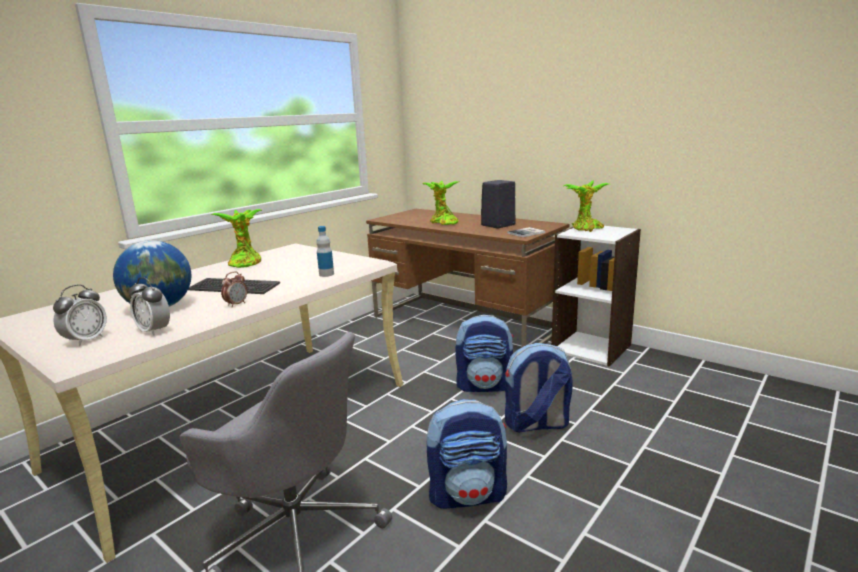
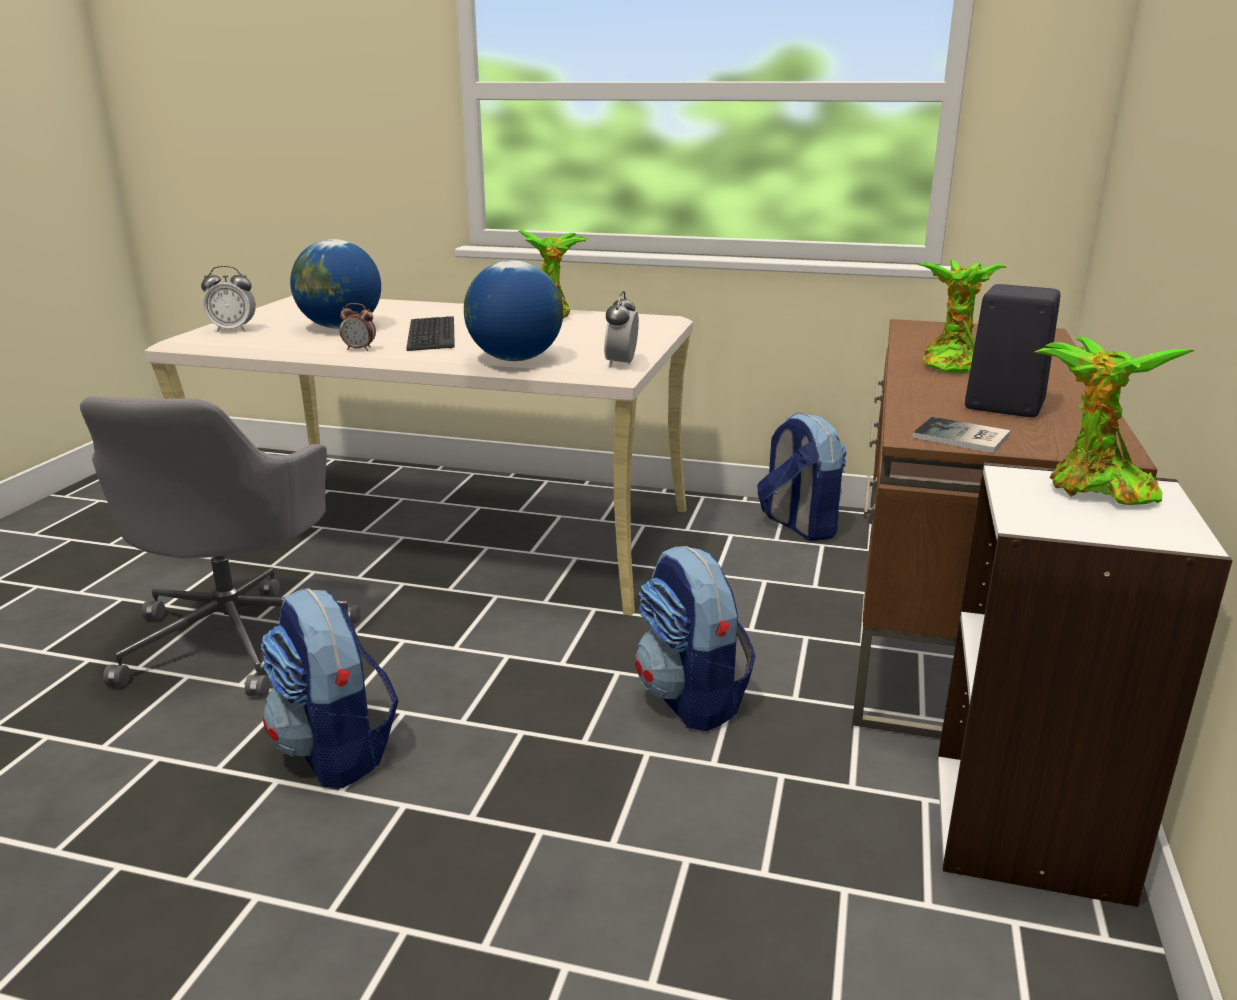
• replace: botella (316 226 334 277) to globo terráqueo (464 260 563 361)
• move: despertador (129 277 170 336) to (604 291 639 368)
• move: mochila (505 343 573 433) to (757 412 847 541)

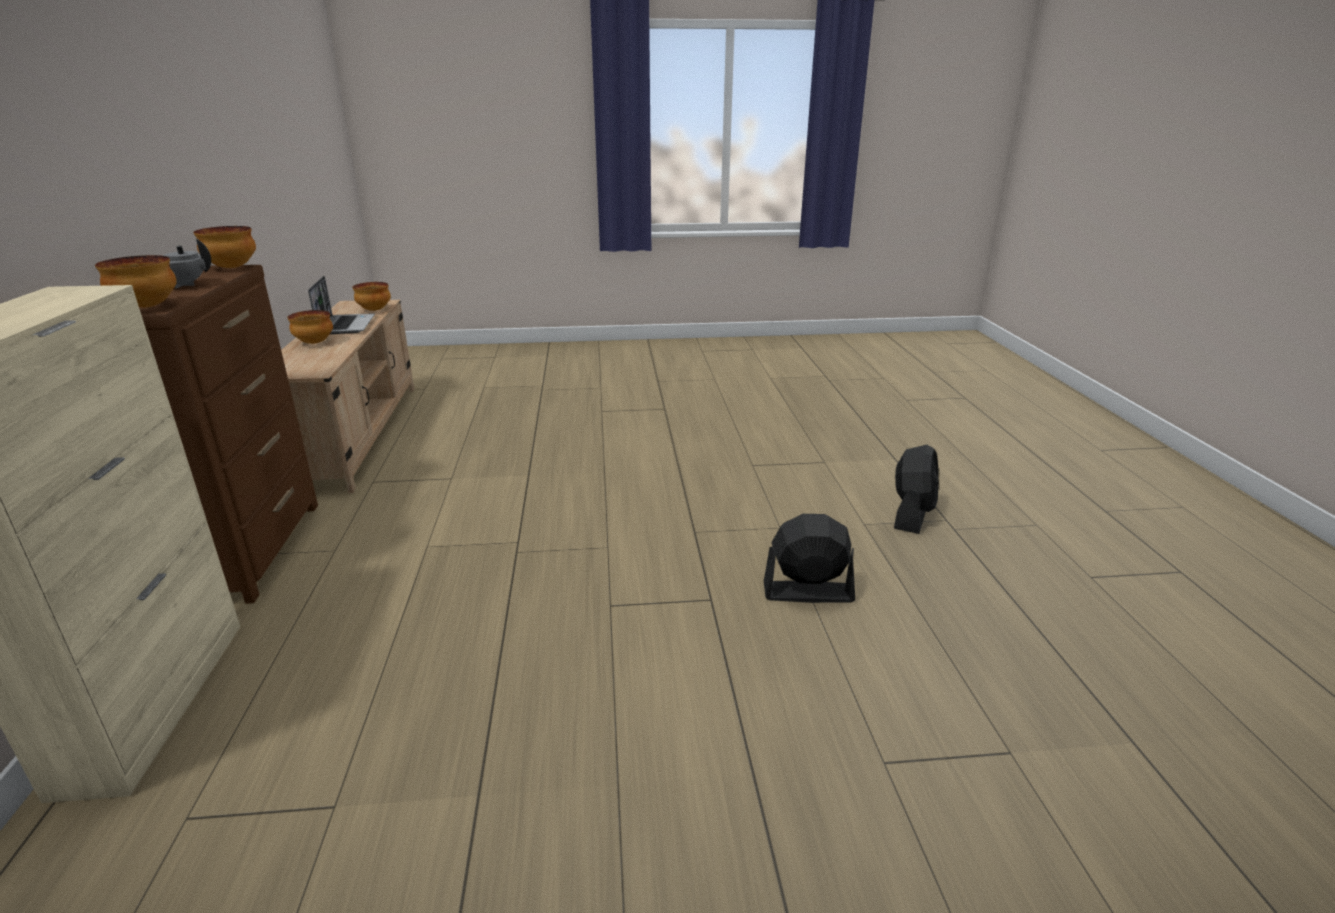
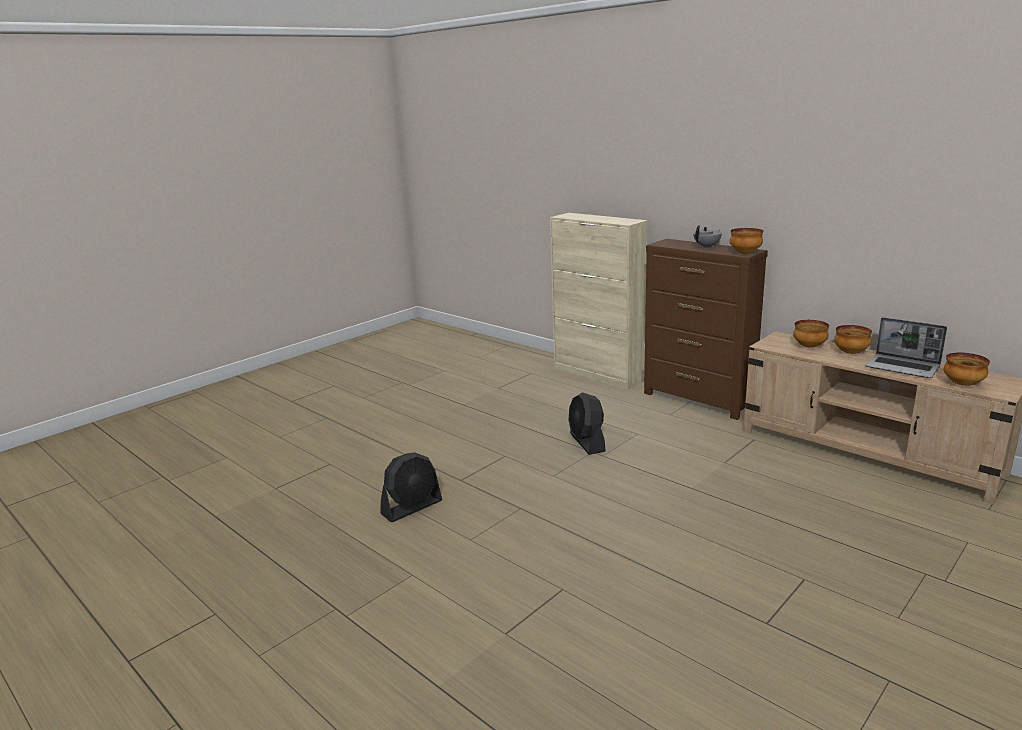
• move: cuenco (95 255 177 308) to (793 320 829 348)
• move: ventilador/negro (894 445 939 534) to (569 393 605 455)

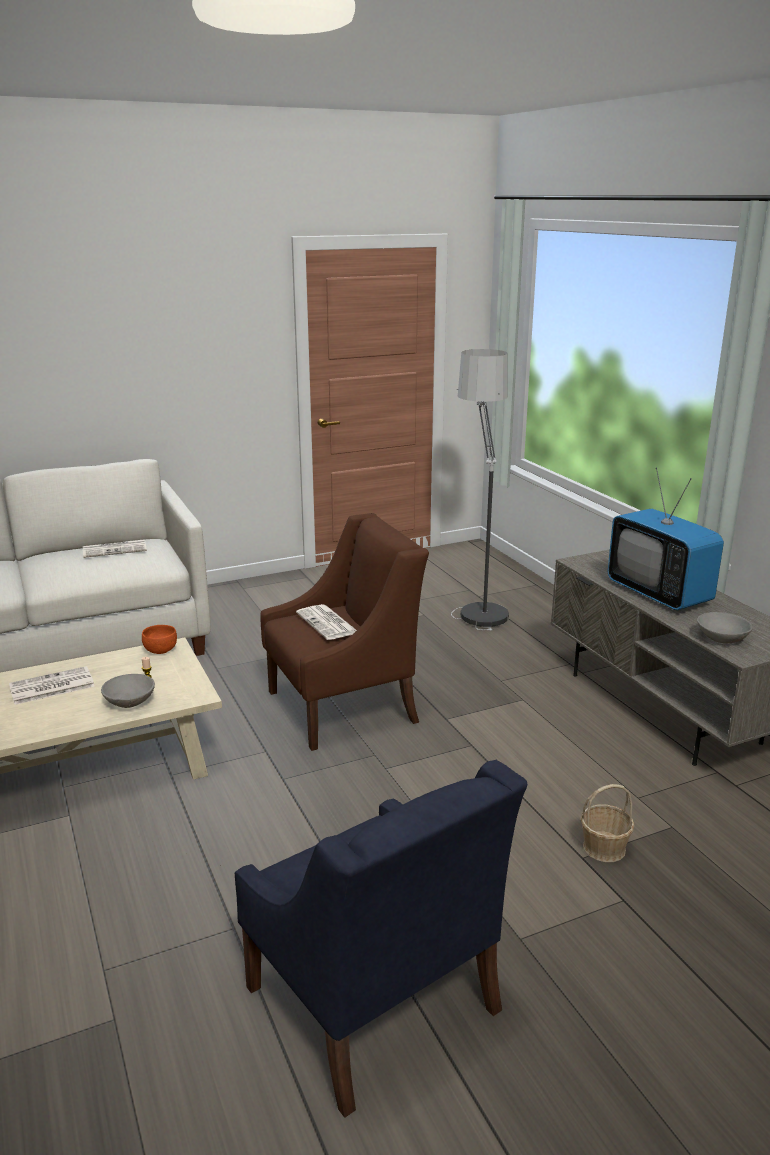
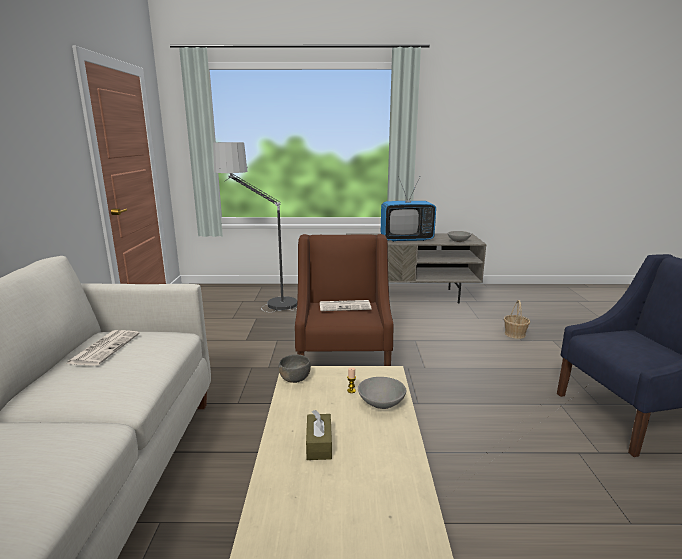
• recolor: cuenco/naranja (142 625 177 654) to cuenco/gris (278 355 311 383)
• replace: periódico (9 666 95 705) to caja de pañuelos/marrón (306 410 332 460)

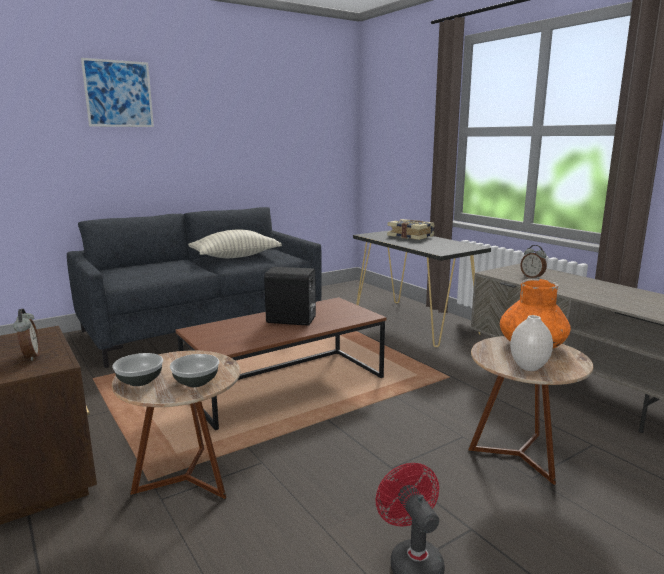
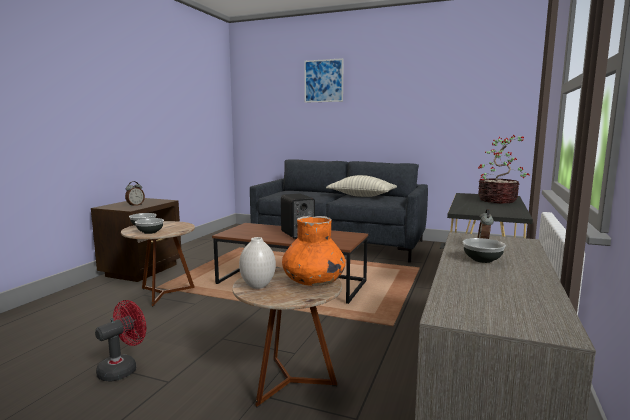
• replace: libro (387 219 435 240) to planta en maceta (478 134 530 203)
• insert: cuenco (462 238 506 263)

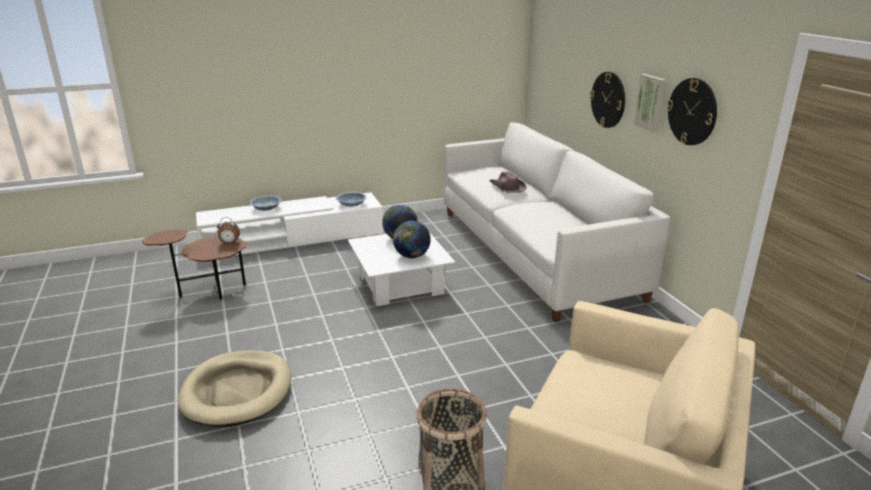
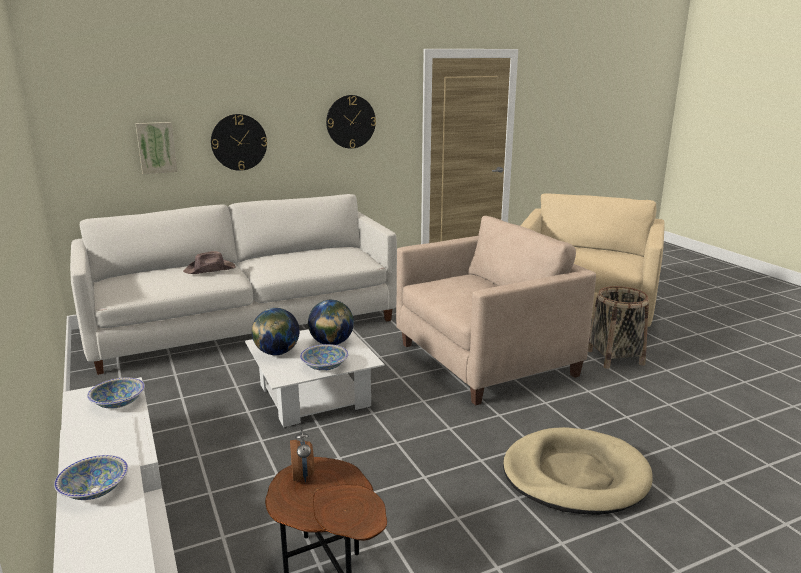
• move: cuadro (634 74 667 133) to (135 122 177 174)
• insert: sillón/beis (396 216 596 406)
• insert: cuenco (300 344 349 371)

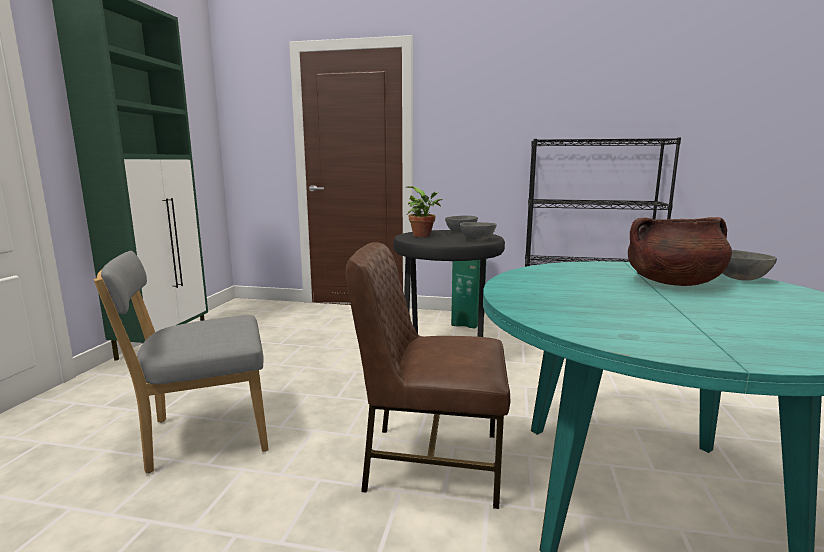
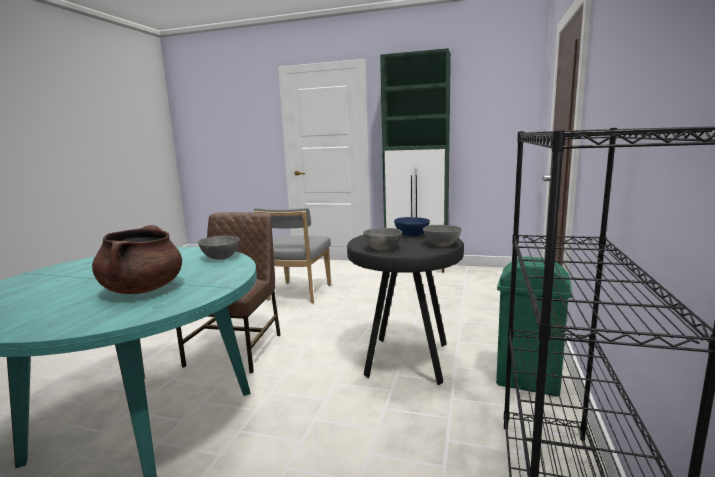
• replace: planta en maceta (406 186 443 237) to cuenco/azul (394 217 430 237)
• move: cuenco/gris (723 250 777 281) to (198 236 240 260)
• rotate: silla/gris (94 251 269 474) = (254 207 331 303) 150 degrees counterclockwise

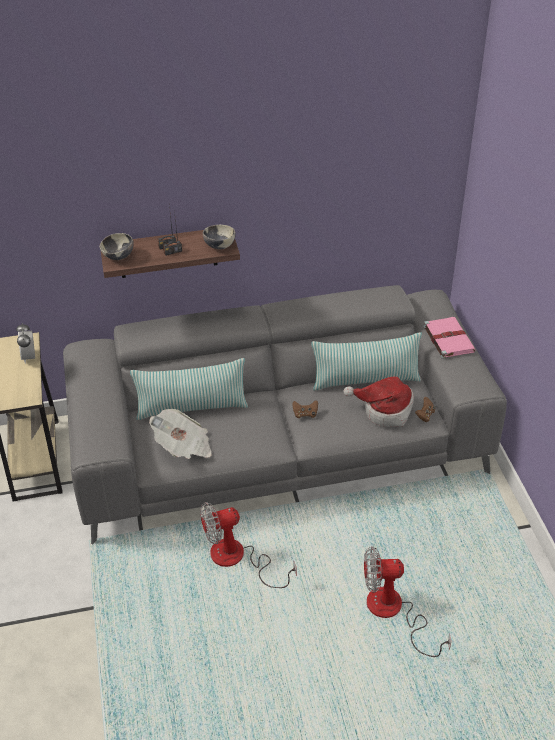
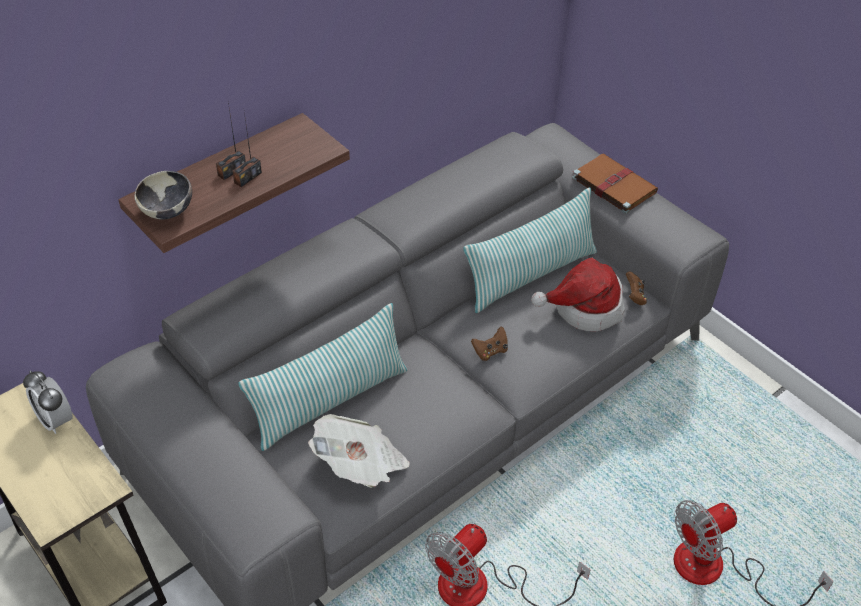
• delete: cuenco (203 225 236 250)
• recolor: libro/rosa (423 317 476 359) to libro/marrón (572 153 658 214)

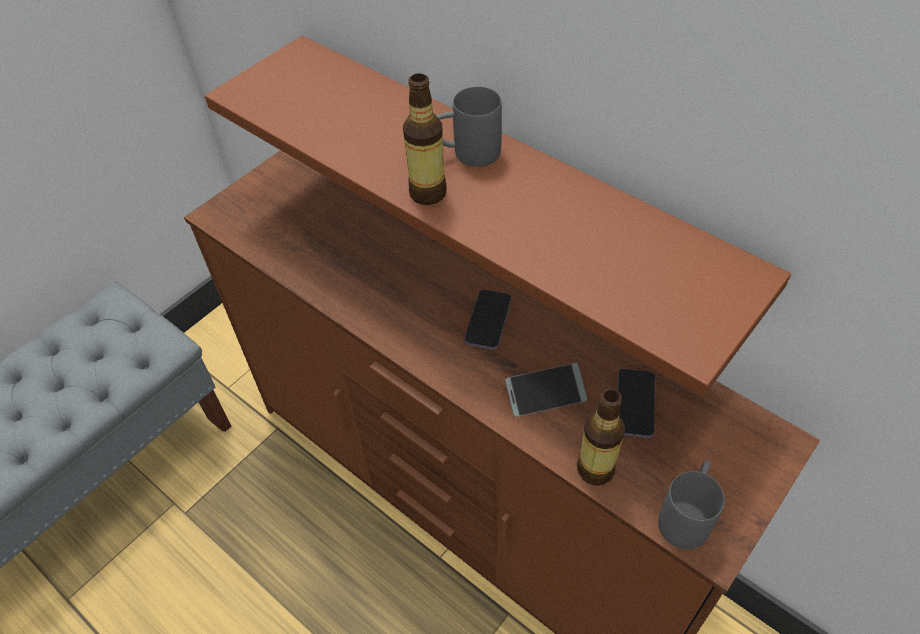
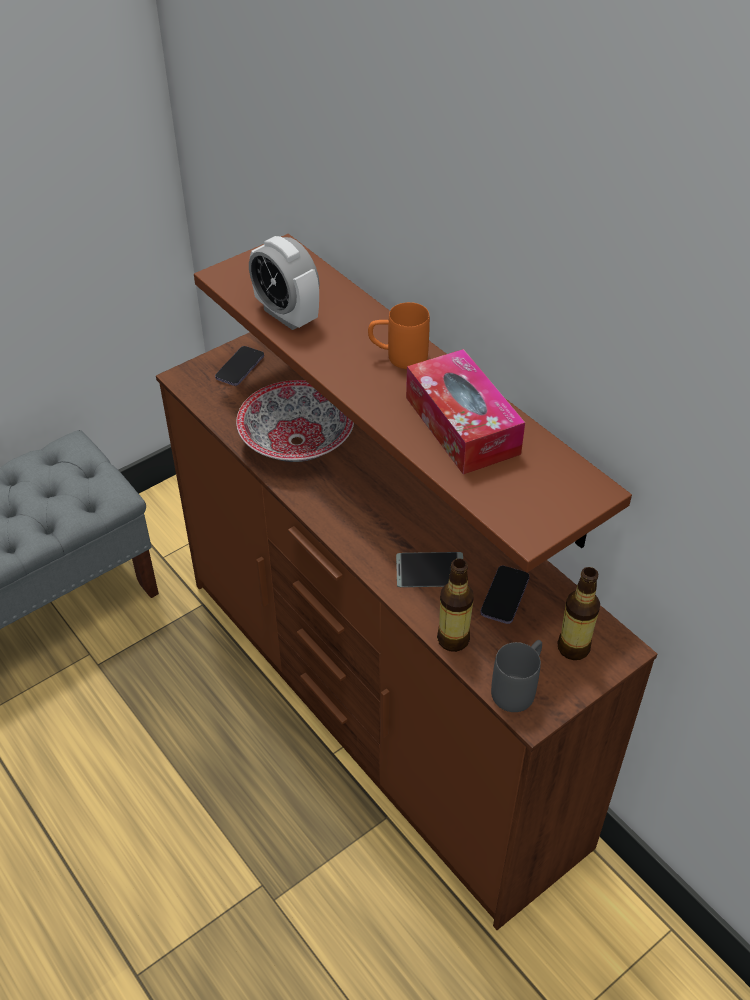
• move: botella (403 73 447 205) to (558 567 600 660)
• recolor: taza grande/gris (436 86 502 167) to taza grande/naranja (368 302 430 369)
• move: móvil (464 290 511 349) to (215 346 264 386)
• insert: despertador (249 236 320 330)
• insert: caja de pañuelos (406 349 525 474)
• insert: cuenco (236 380 354 462)

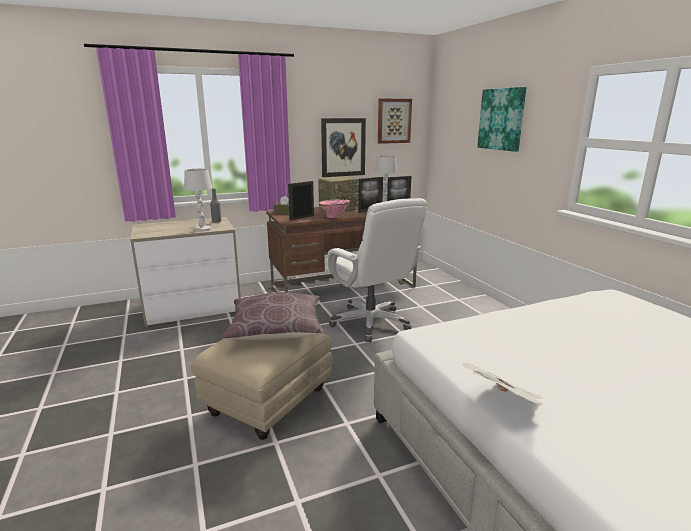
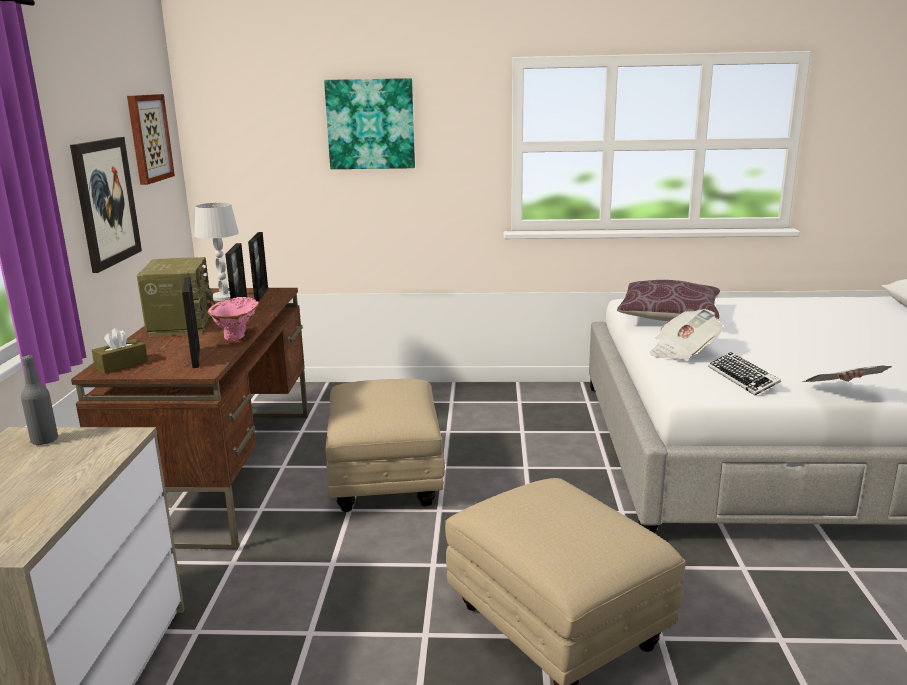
• delete: lámpara de mesa/blanco (184 169 212 232)
• replace: silla de oficina/blanco (325 198 427 342) to puf/beis (325 379 445 512)
• move: cojín/marrón (222 293 323 340) to (617 280 720 321)
• insert: periódico (650 309 723 360)
• insert: teclado (708 352 781 395)

